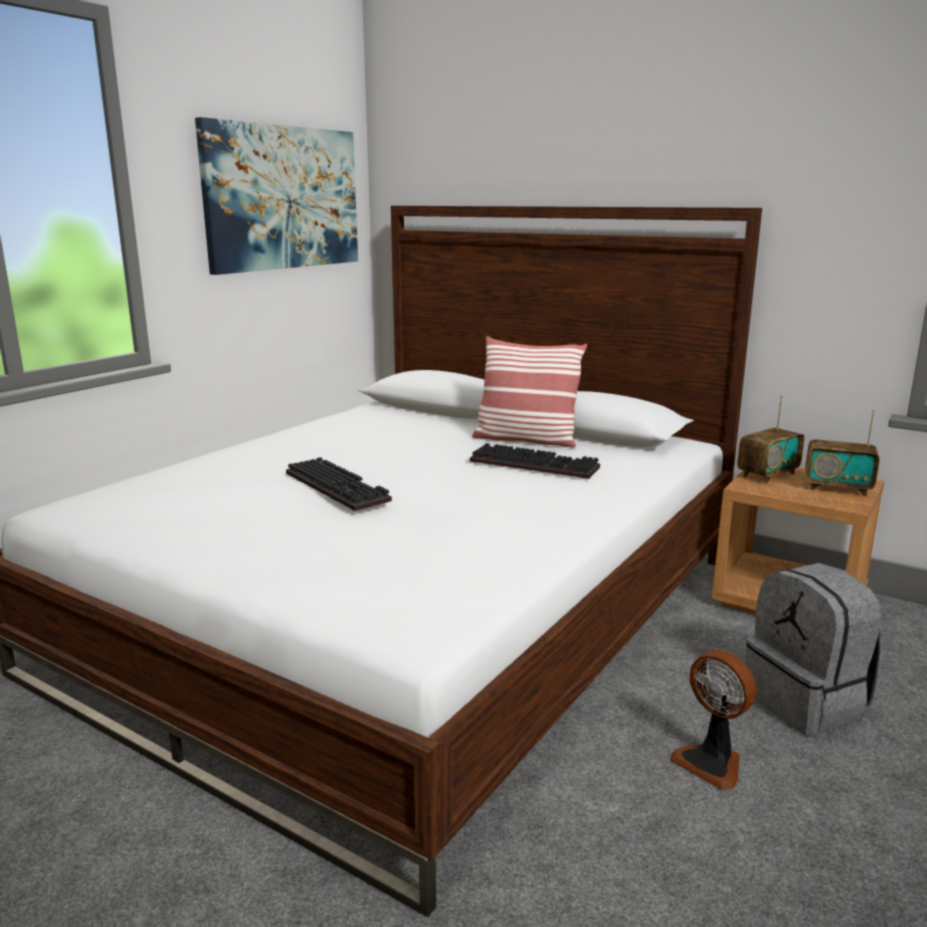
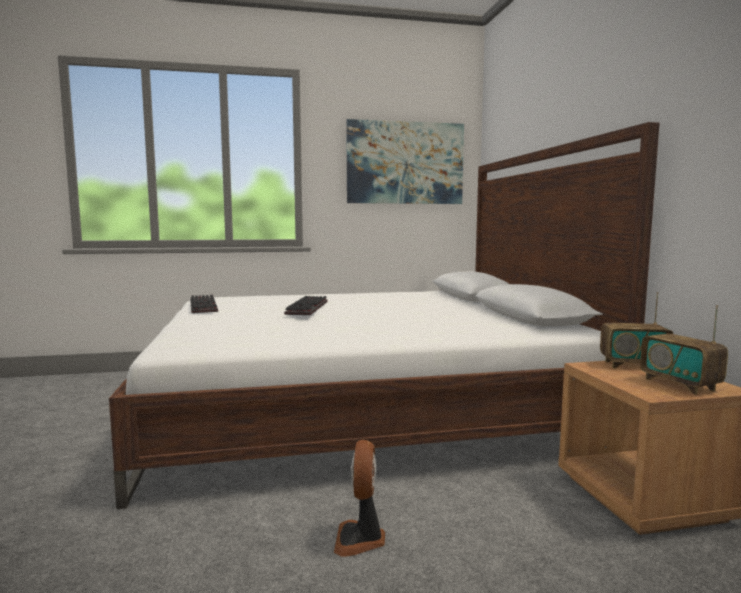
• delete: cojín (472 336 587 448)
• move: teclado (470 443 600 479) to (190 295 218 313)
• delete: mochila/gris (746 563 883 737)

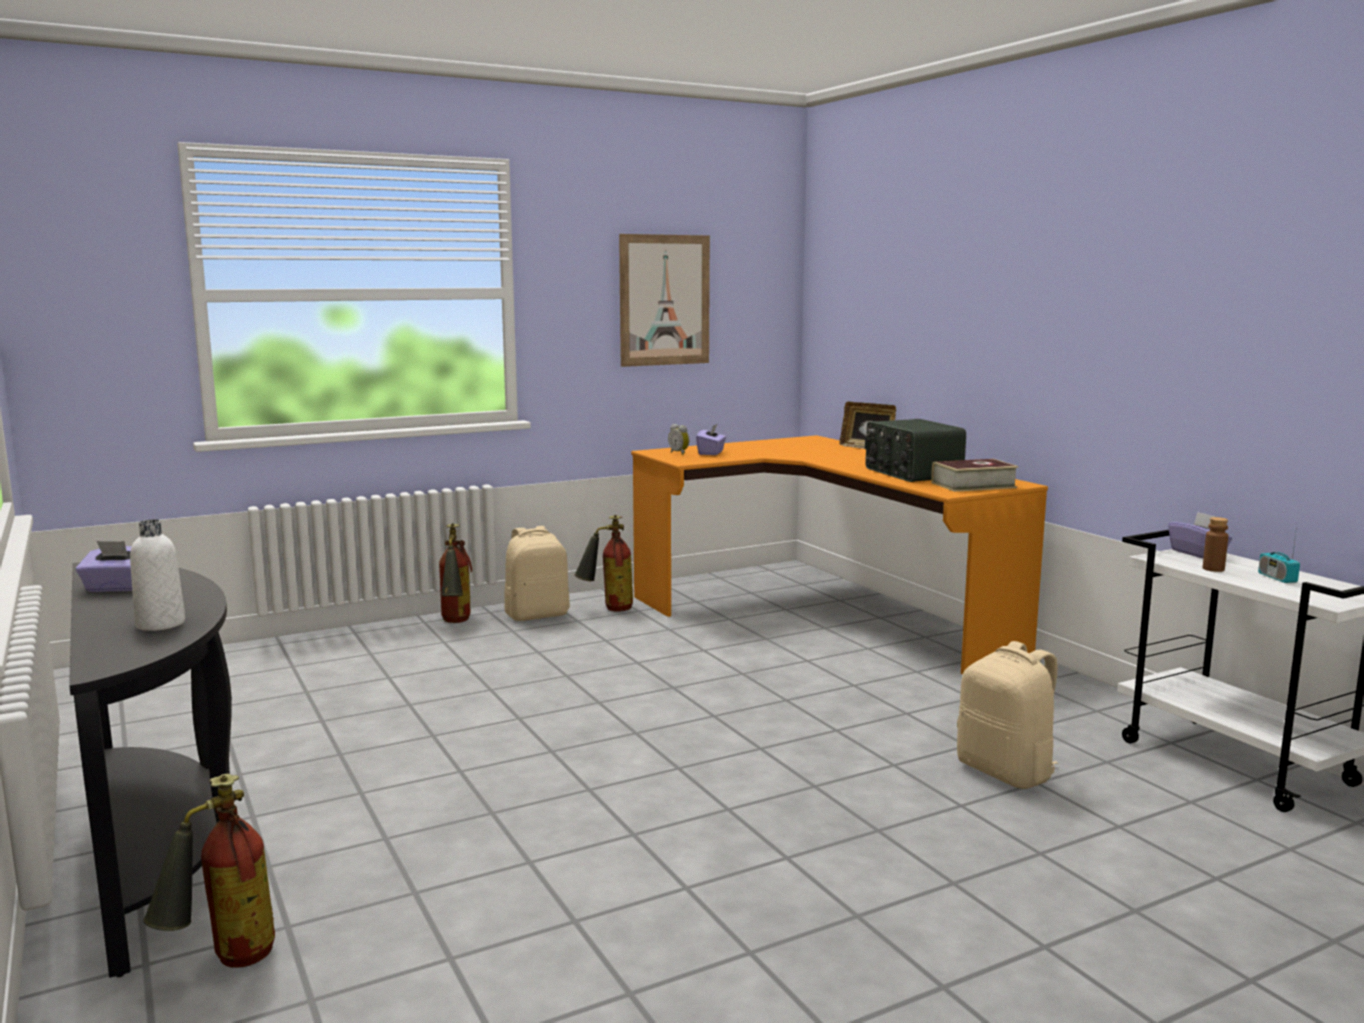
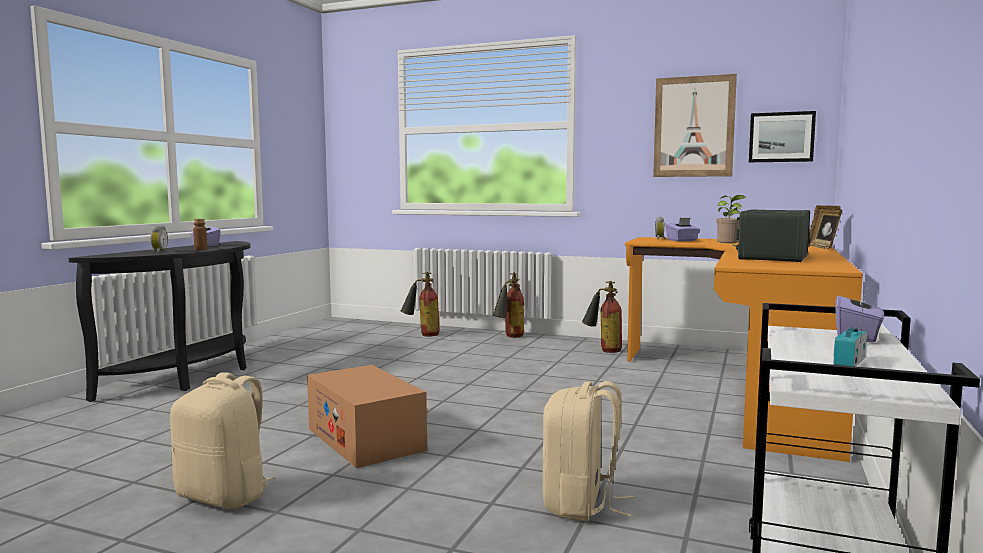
• delete: libro (931 459 1019 492)
• move: botella/marrón (1203 517 1228 572) to (193 219 207 251)
• replace: botella/blanco (130 519 185 631) to despertador (150 225 168 253)
• move: mochila/beis (504 526 570 621) to (170 372 275 509)
• move: extintor (143 774 275 968) to (401 272 440 337)
• insert: cuadro (749 111 816 162)
• insert: planta en maceta (716 195 746 246)
• insert: caja de cartón (307 365 427 468)

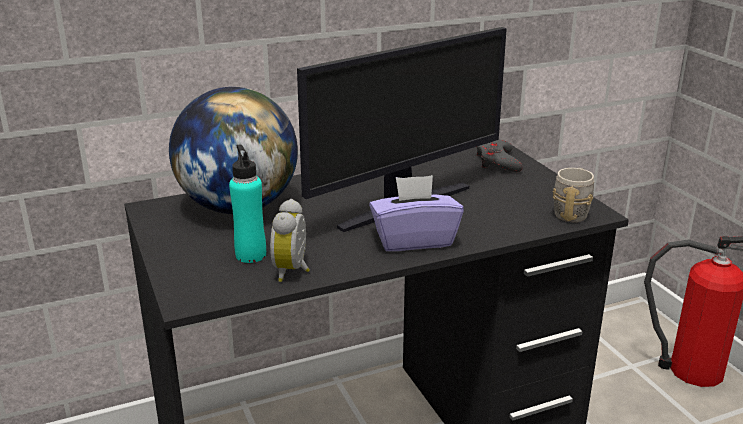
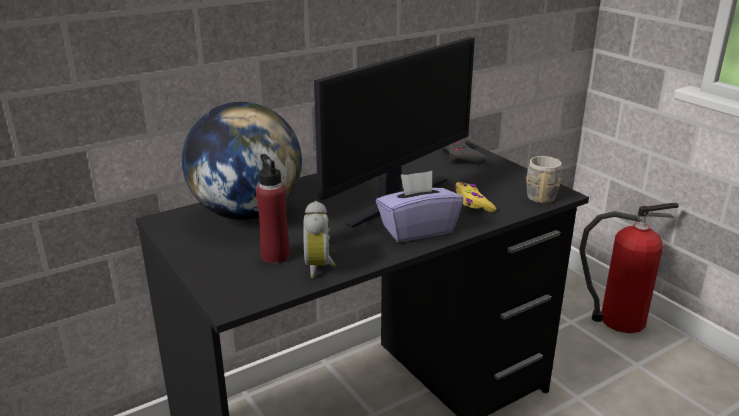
• recolor: botella/turquesa (229 144 266 263) to botella/rojo (256 154 290 264)
• insert: mando de consola/amarillo (455 182 496 212)

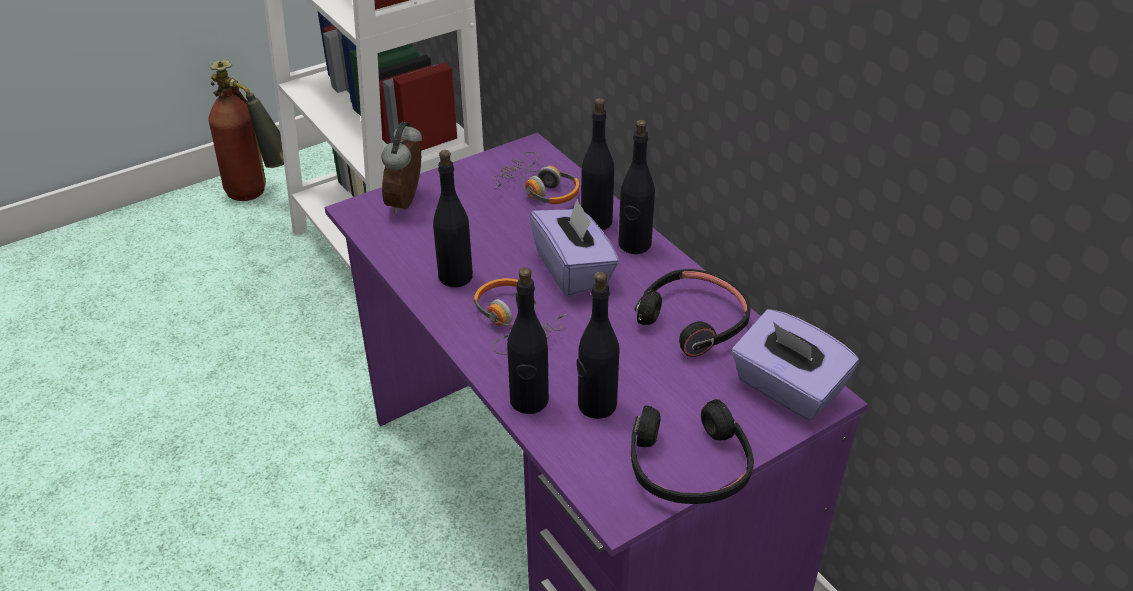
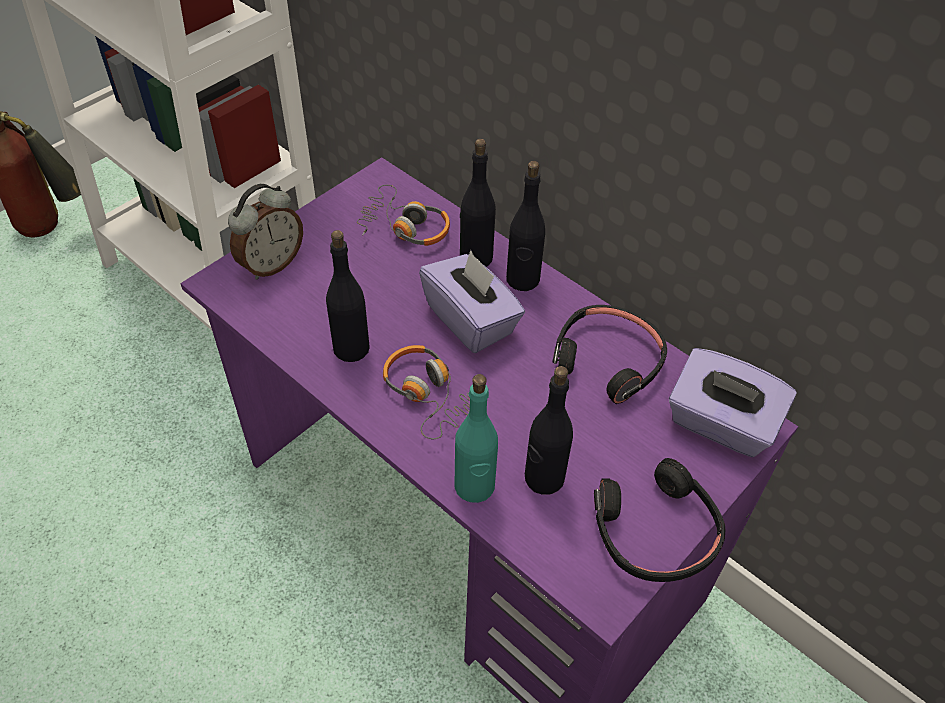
• rotate: despertador (381 122 422 214) = (228 184 303 280) 135 degrees counterclockwise
• recolor: botella/negro (507 267 549 414) to botella/turquesa (454 374 498 503)

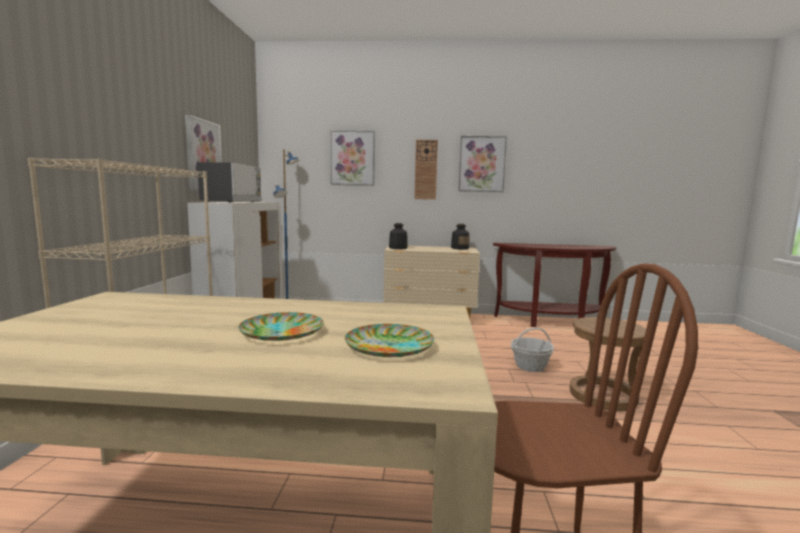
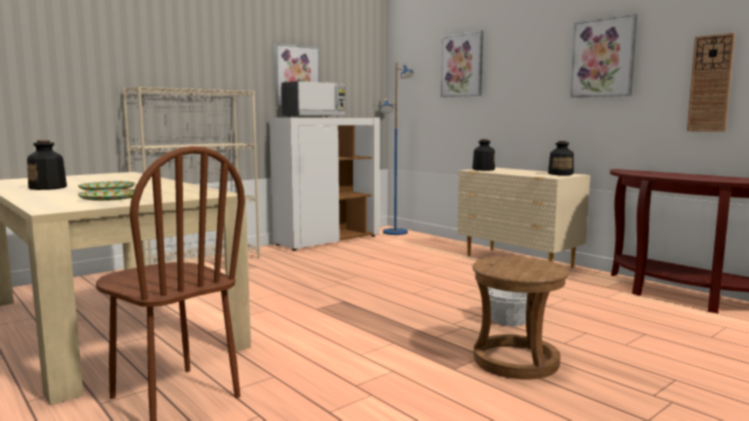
• move: reloj de pared (414 140 438 200) to (687 33 735 132)
• insert: botella (27 140 67 190)

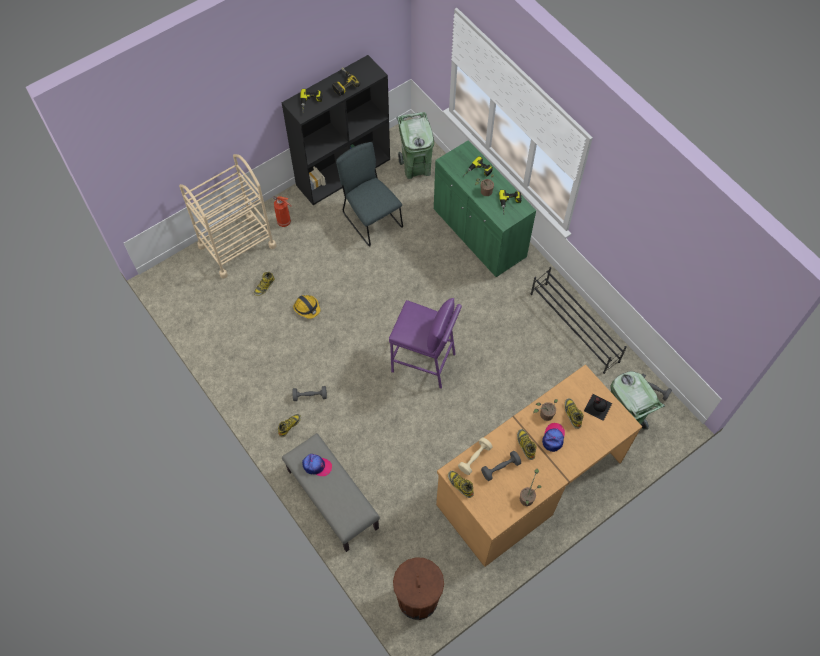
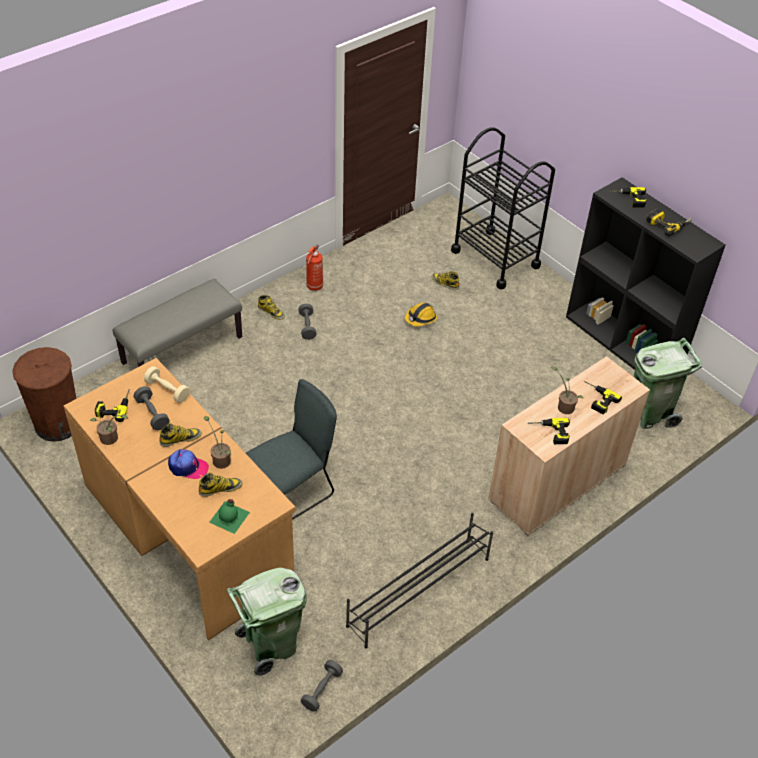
• recolor: armario/verde (434 140 536 277) to armario/beis (488 356 650 536)
• move: silla/gris (336 142 403 246) to (246 379 337 520)
• recolor: carrito/beis (179 154 277 279) to carrito/negro (451 127 555 289)
• move: extintor (273 196 292 227) to (306 244 323 291)
• delete: taburete/morado (389 298 462 389)
• recolor: botella/negro (584 394 612 421) to botella/verde (209 499 250 534)
• delete: gorra (302 454 332 476)
• delete: bota (448 471 474 498)
• insert: taladro (95 389 130 422)

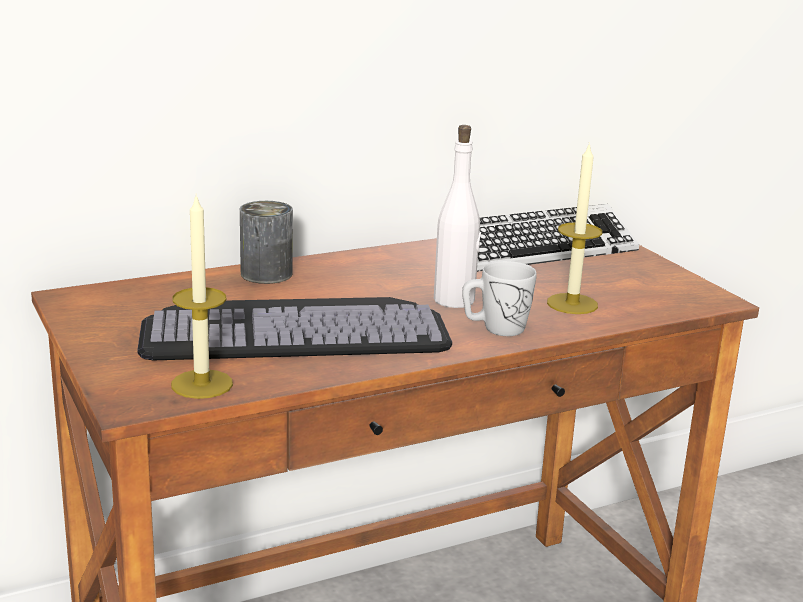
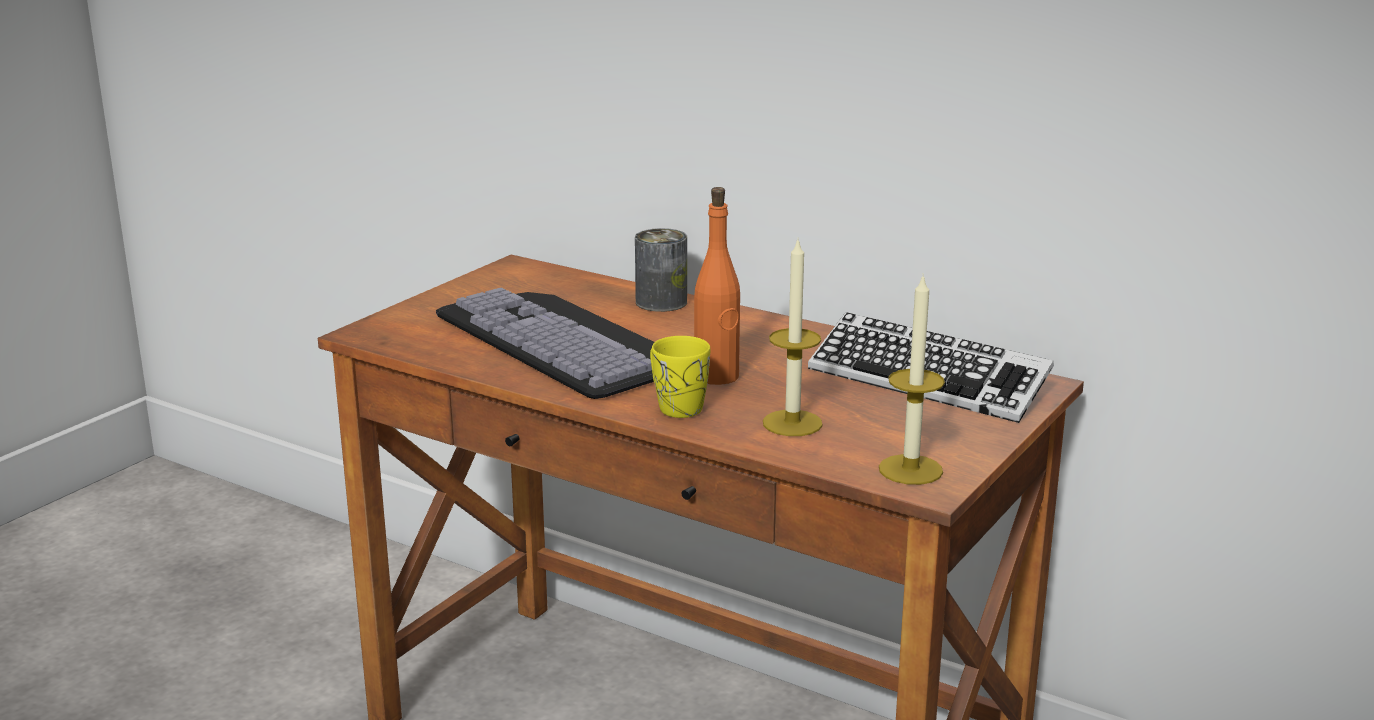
• recolor: botella/blanco (434 125 481 308) to botella/naranja (694 187 740 385)
• move: vela (171 195 233 399) to (879 274 945 485)
• recolor: taza grande/blanco (462 261 537 336) to taza grande/amarillo (650 336 710 418)

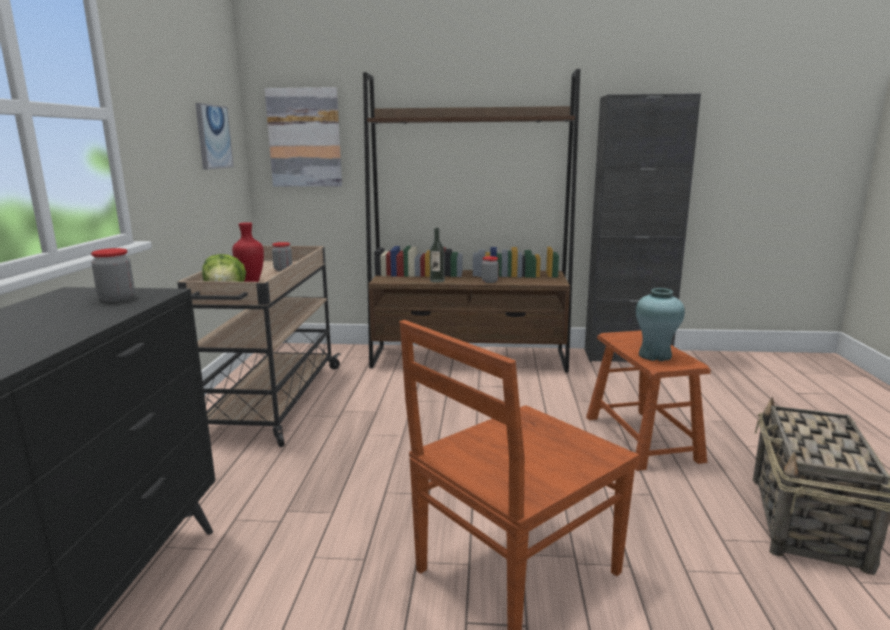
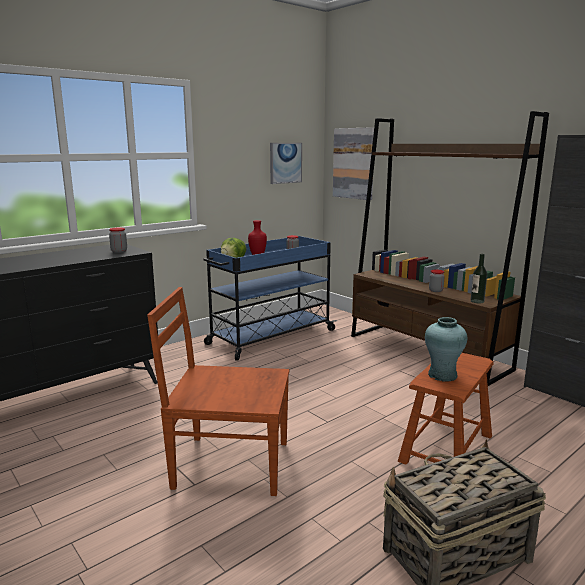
• move: botella (430 228 445 283) to (471 254 487 303)
• recolor: carrito/beis (177 246 341 447) to carrito/azul (203 236 337 361)

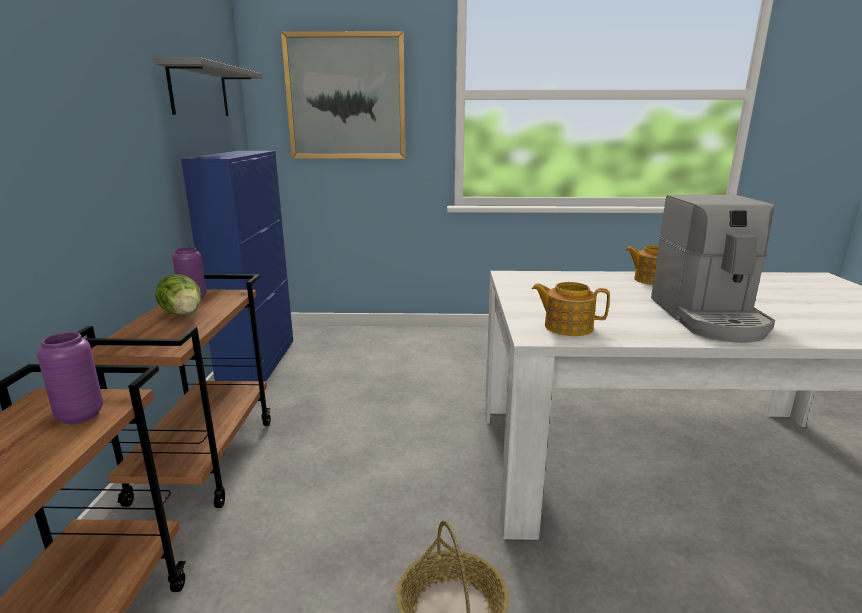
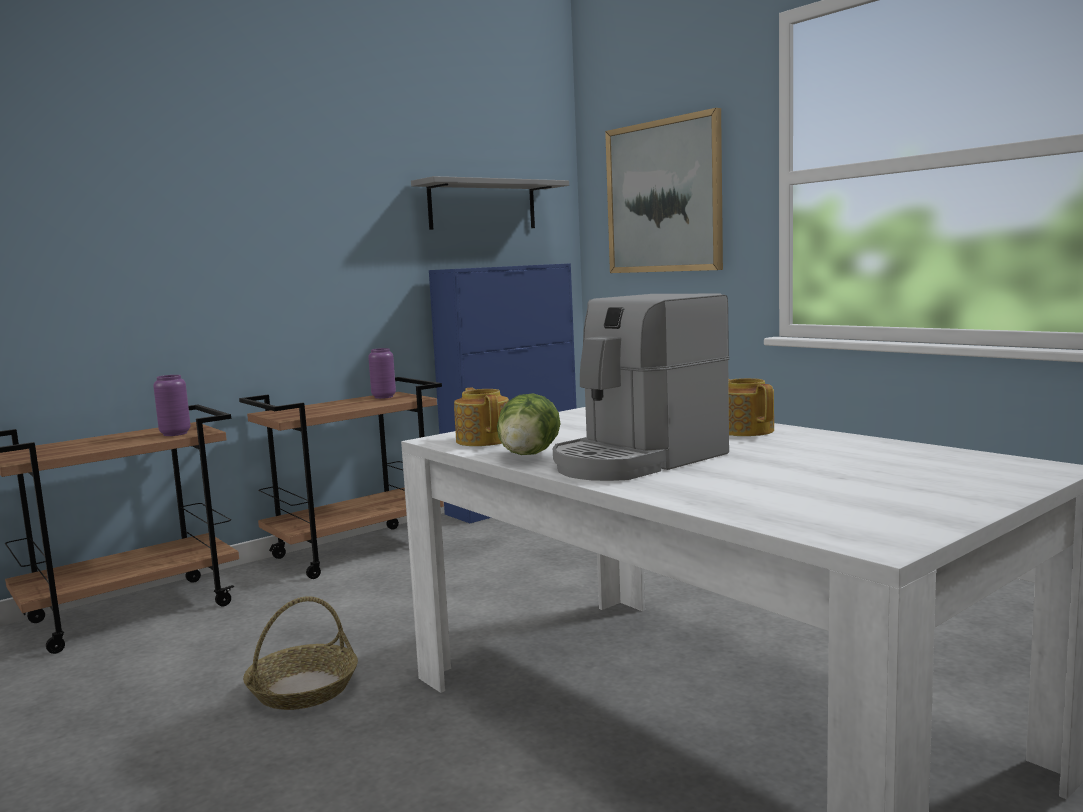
• move: lechuga (155 274 201 315) to (497 393 561 455)

